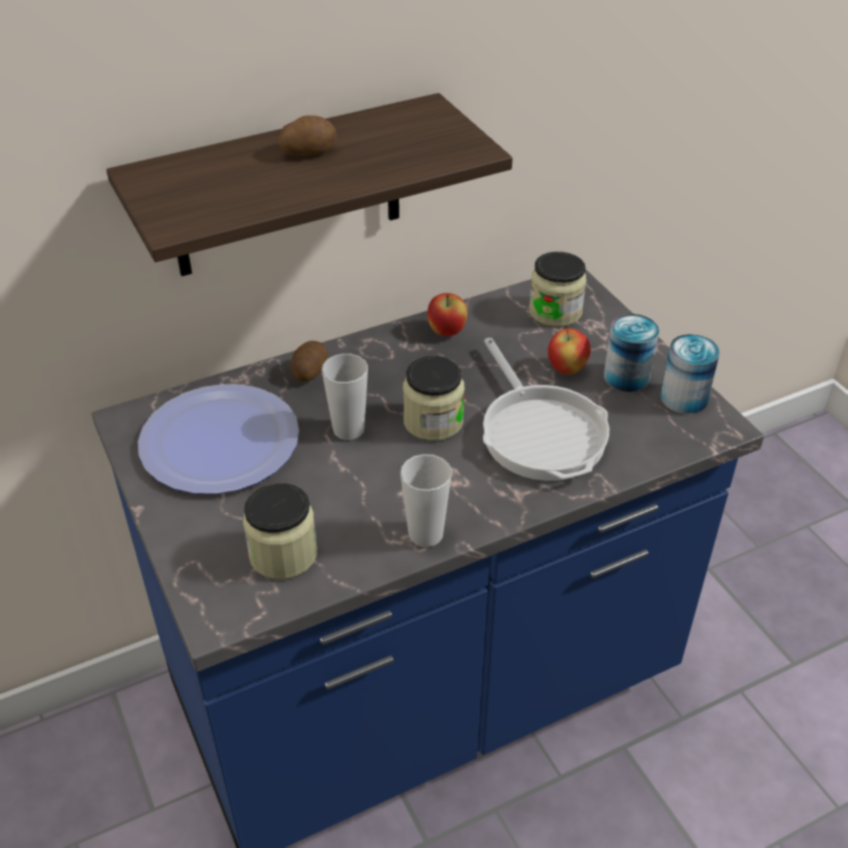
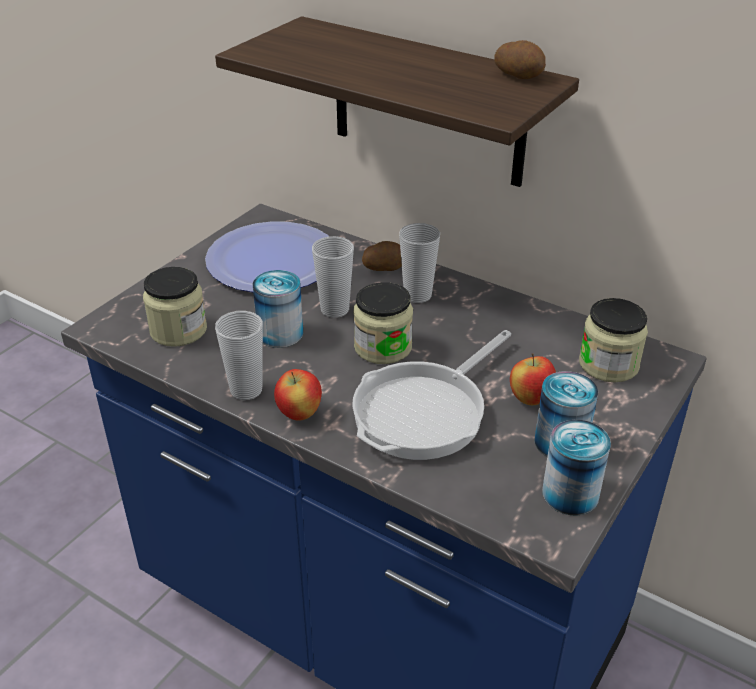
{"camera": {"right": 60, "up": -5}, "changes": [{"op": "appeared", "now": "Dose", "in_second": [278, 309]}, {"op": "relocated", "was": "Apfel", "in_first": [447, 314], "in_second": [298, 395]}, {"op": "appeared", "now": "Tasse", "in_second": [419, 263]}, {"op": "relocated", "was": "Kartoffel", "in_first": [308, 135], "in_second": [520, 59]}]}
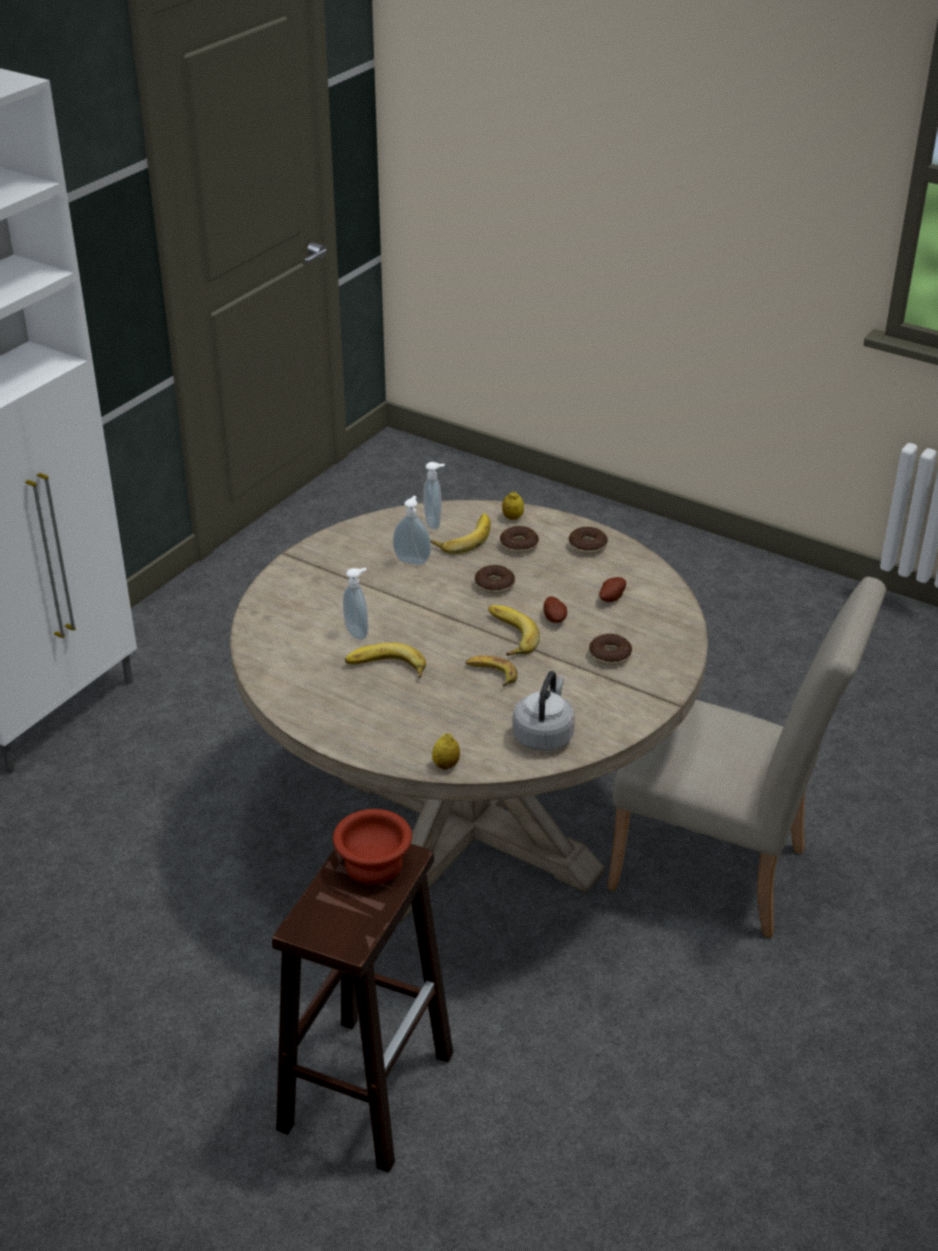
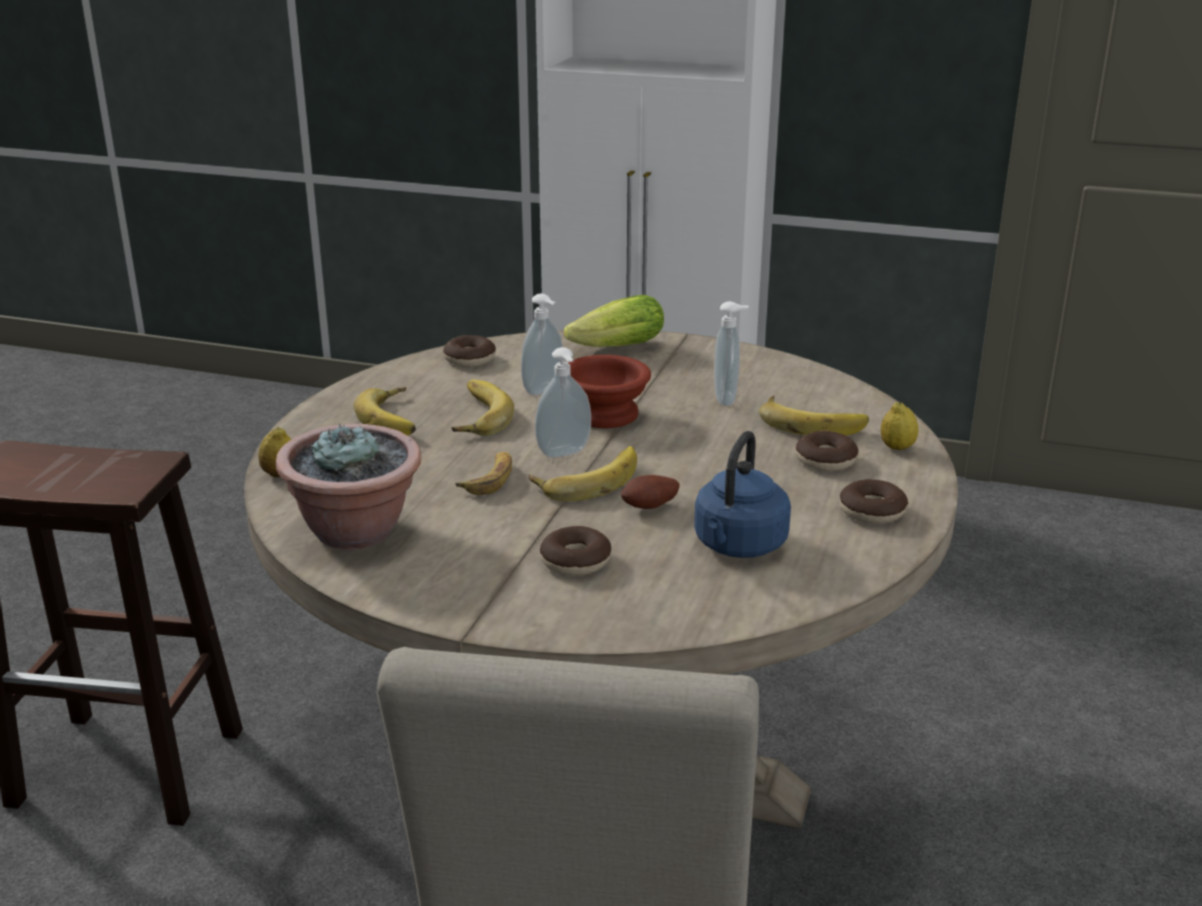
{"camera": {"right": 75, "up": -10}, "changes": [{"op": "exchanged", "was": "Wasserkessel/grau", "now": "Topfpflanze", "in_first": [544, 711], "in_second": [348, 487]}, {"op": "appeared", "now": "Banane", "in_second": [384, 411]}, {"op": "relocated", "was": "Donut", "in_first": [495, 579], "in_second": [469, 351]}, {"op": "relocated", "was": "Seifenspender", "in_first": [434, 496], "in_second": [563, 402]}, {"op": "appeared", "now": "Salatkopf", "in_second": [614, 321]}, {"op": "relocated", "was": "Schüssel/braun", "in_first": [372, 846], "in_second": [609, 391]}, {"op": "exchanged", "was": "Kartoffel", "now": "Wasserkessel/blau", "in_first": [612, 589], "in_second": [742, 494]}]}
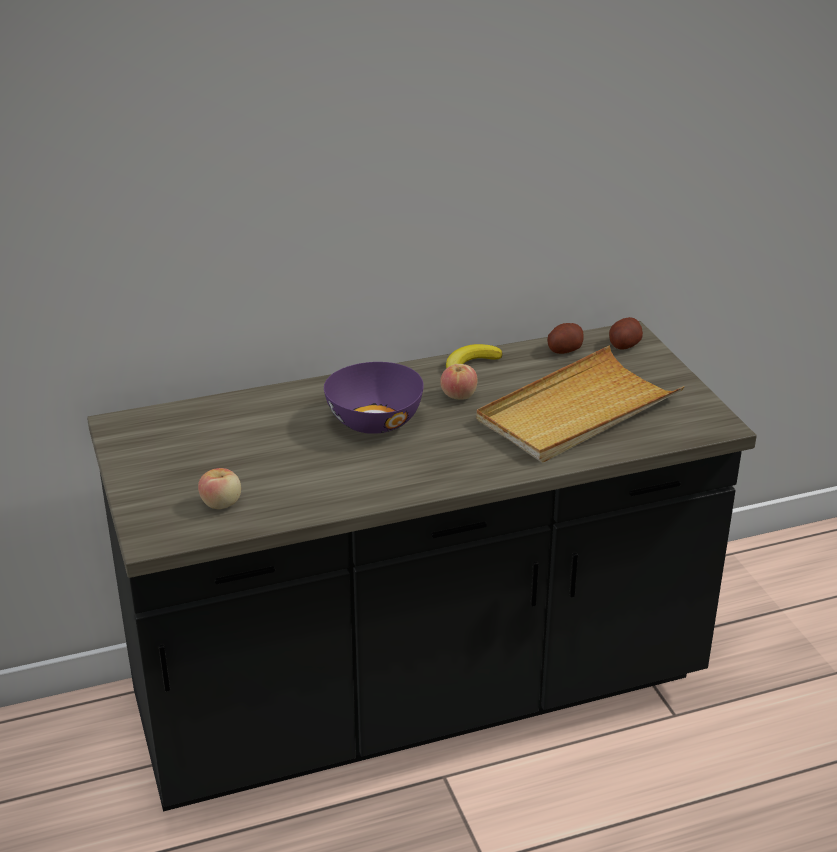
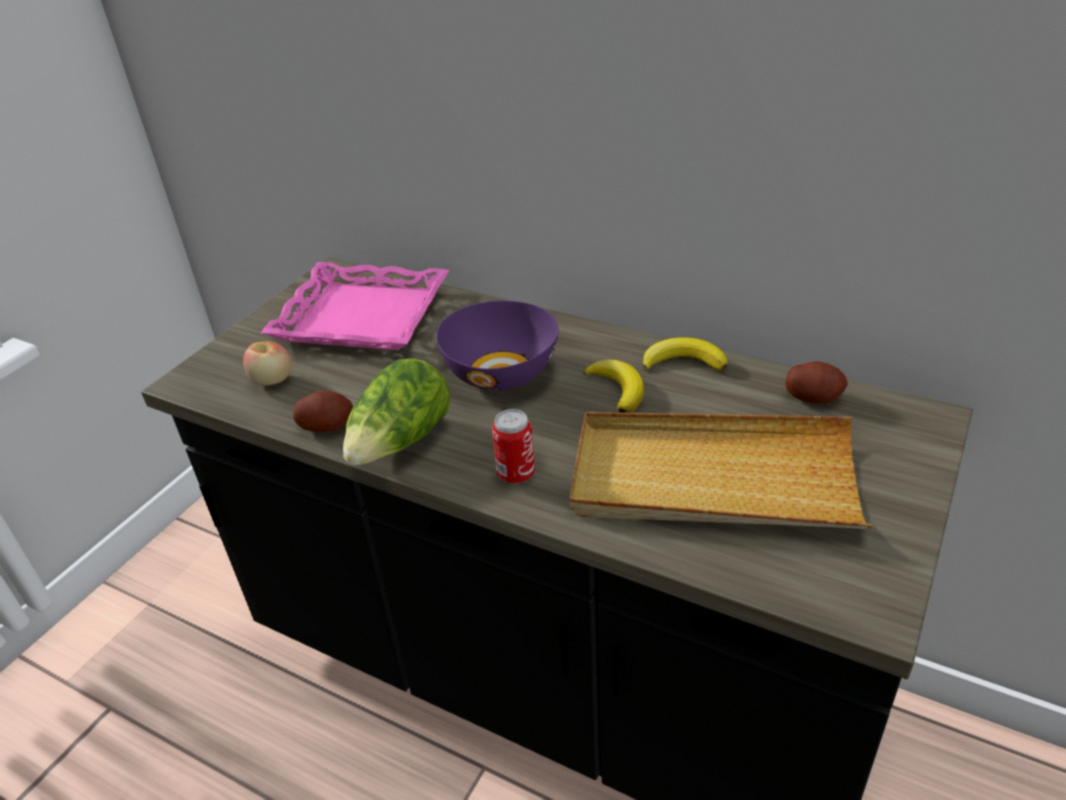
{"camera": {"right": 50, "up": 5}, "changes": [{"op": "appeared", "now": "Tablett/rosa", "in_second": [355, 306]}, {"op": "relocated", "was": "Kartoffel", "in_first": [626, 333], "in_second": [323, 411]}, {"op": "appeared", "now": "Salatkopf", "in_second": [396, 411]}, {"op": "appeared", "now": "Dose", "in_second": [513, 446]}, {"op": "exchanged", "was": "Apfel", "now": "Banane", "in_first": [459, 382], "in_second": [614, 386]}]}
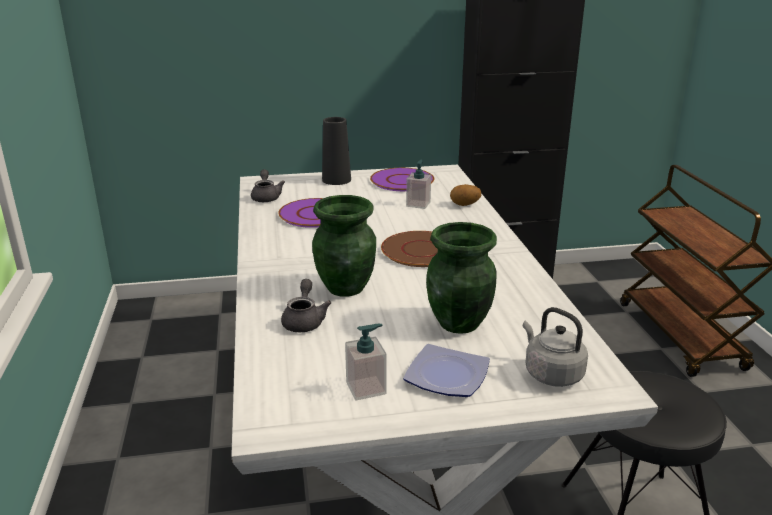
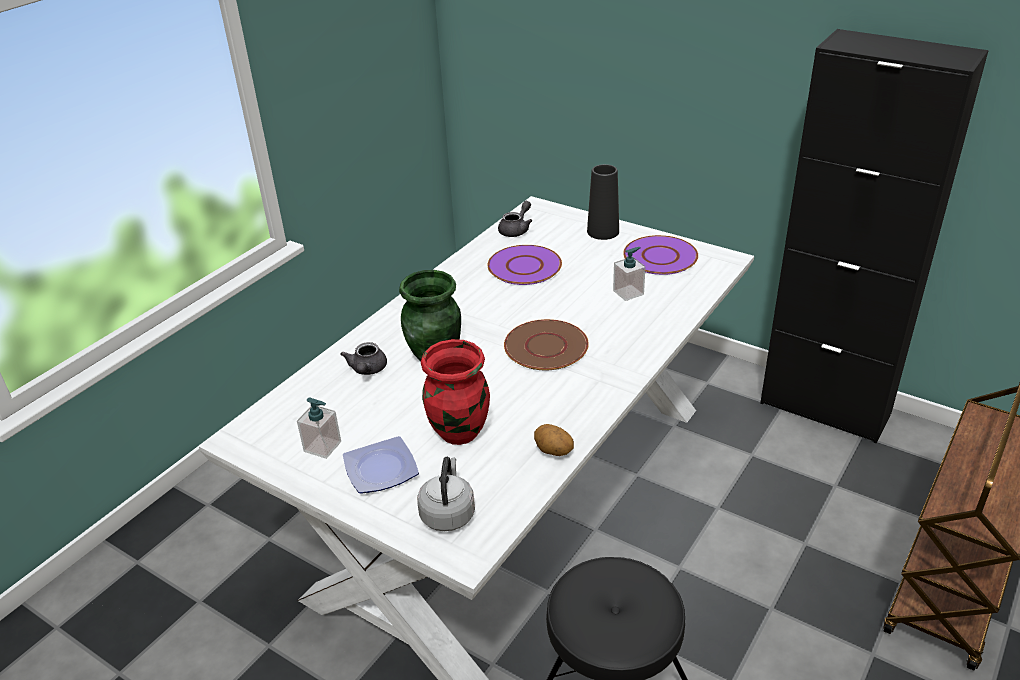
{"camera": {"right": 45, "up": 10}, "changes": [{"op": "spun", "was": "Teekanne/grau", "in_first": [306, 305], "in_second": [363, 358], "clockwise": 135}, {"op": "colour", "was": "Vase/grün", "now": "Vase/rot", "in_first": [461, 278], "in_second": [455, 392]}, {"op": "relocated", "was": "Kartoffel", "in_first": [465, 195], "in_second": [554, 440]}]}
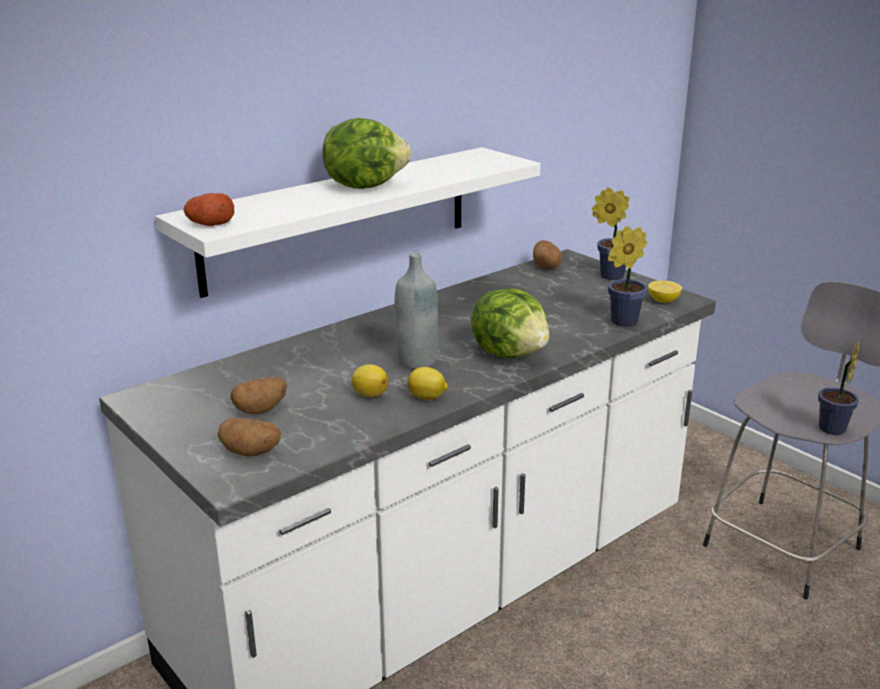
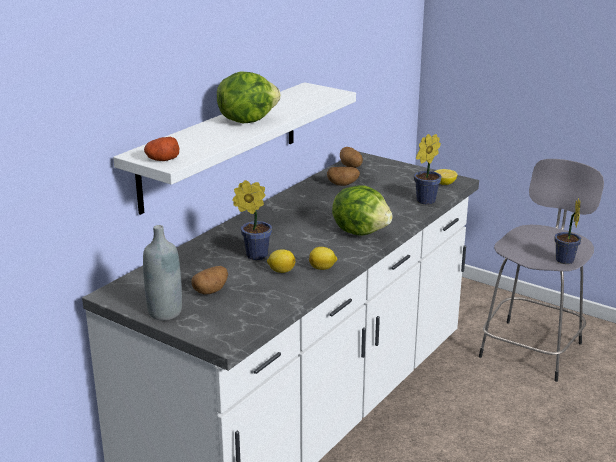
{"camera": {"right": -15, "up": 0}, "changes": [{"op": "relocated", "was": "Flasche/grau", "in_first": [416, 311], "in_second": [162, 273]}, {"op": "relocated", "was": "Topfpflanze", "in_first": [610, 233], "in_second": [252, 220]}, {"op": "relocated", "was": "Kartoffel", "in_first": [249, 437], "in_second": [343, 176]}]}
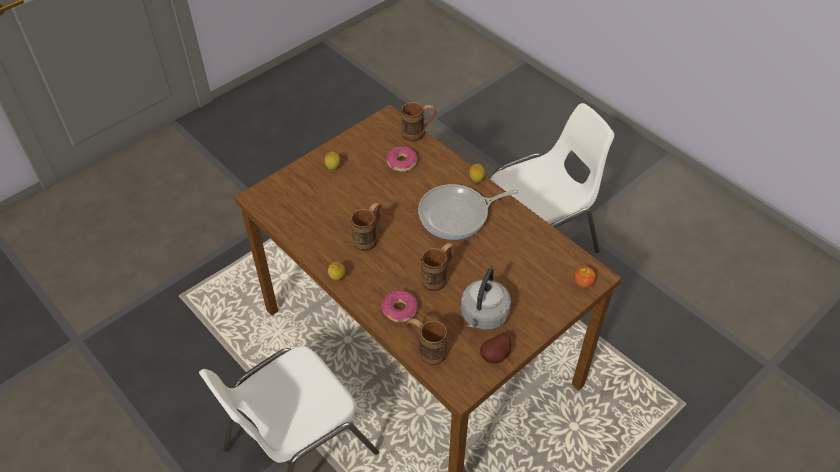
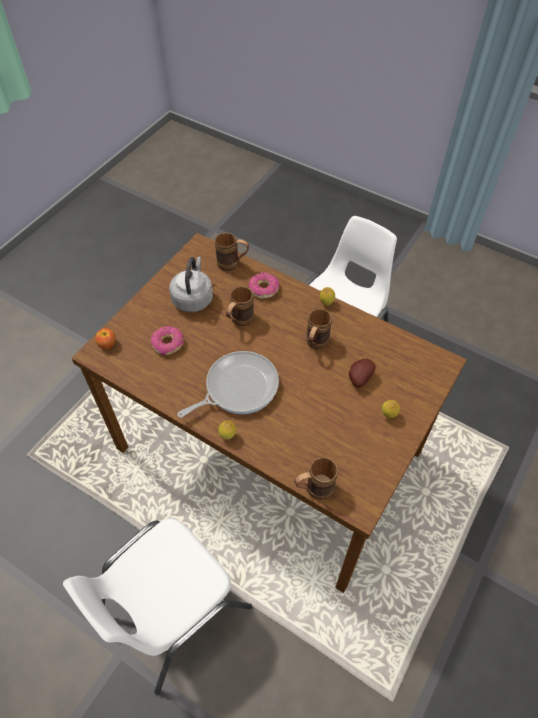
{"camera": {"right": 165, "up": 5}, "changes": [{"op": "relocated", "was": "Donut", "in_first": [402, 159], "in_second": [167, 340]}, {"op": "relocated", "was": "Kartoffel", "in_first": [495, 348], "in_second": [362, 373]}]}
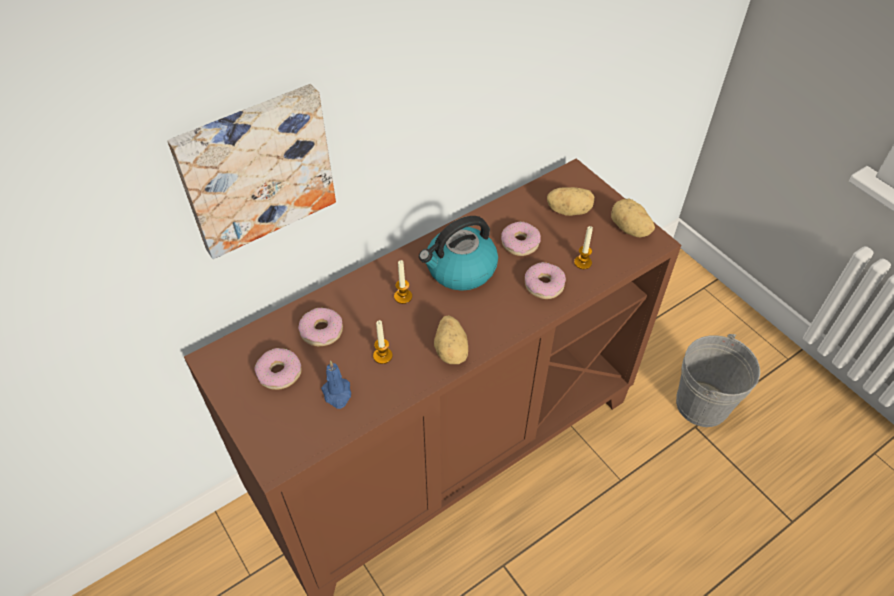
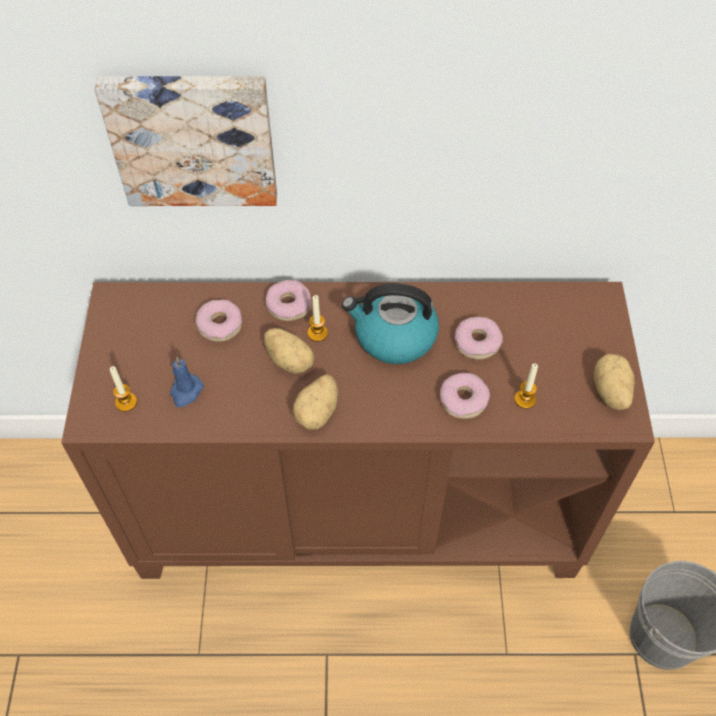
{"camera": {"right": 35, "up": 5}, "changes": [{"op": "relocated", "was": "Kerze", "in_first": [383, 342], "in_second": [123, 389]}, {"op": "relocated", "was": "Kartoffel", "in_first": [571, 201], "in_second": [289, 351]}, {"op": "relocated", "was": "Donut", "in_first": [278, 369], "in_second": [288, 300]}]}
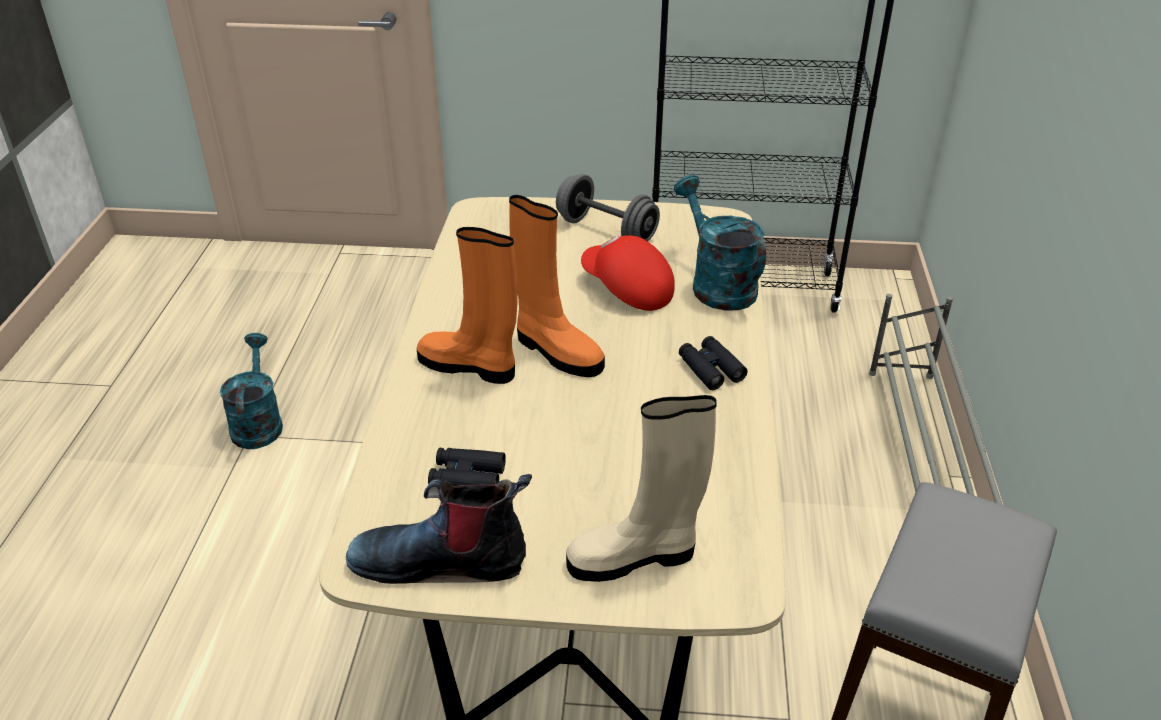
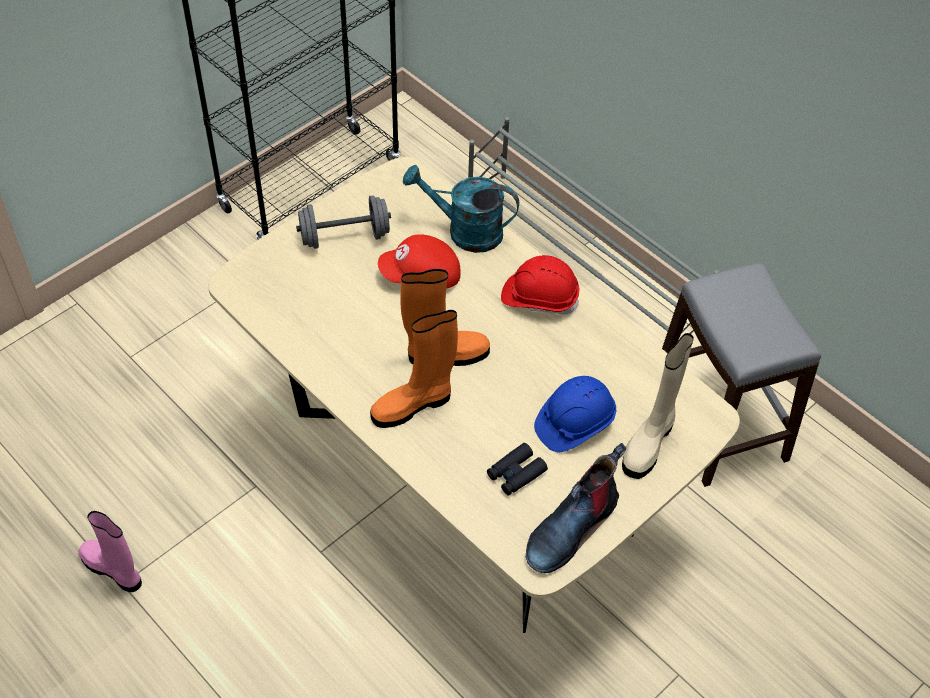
{"camera": {"right": -50, "up": 15}, "changes": [{"op": "exchanged", "was": "Gießkanne/türkis", "now": "Stiefel/rosa", "in_first": [251, 391], "in_second": [110, 551]}, {"op": "exchanged", "was": "Fernglas/schwarz", "now": "Schutzhelm/rot", "in_first": [713, 363], "in_second": [540, 285]}, {"op": "appeared", "now": "Schutzhelm/blau", "in_second": [575, 414]}]}
